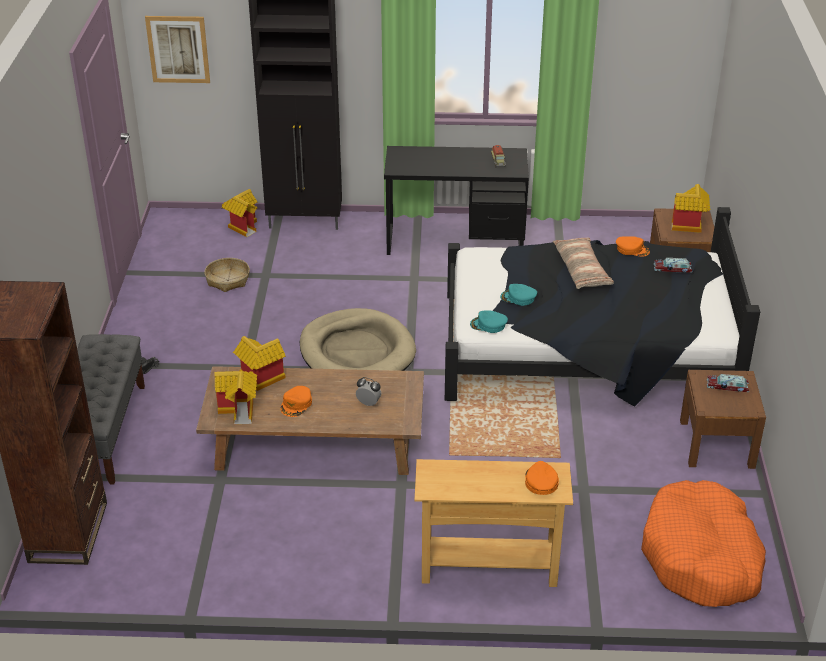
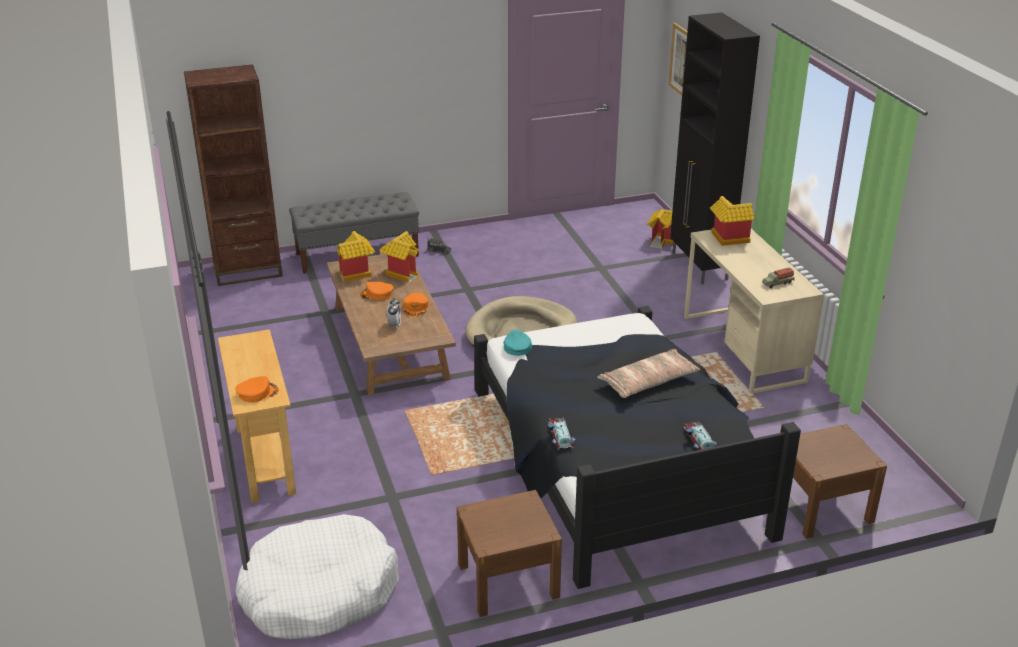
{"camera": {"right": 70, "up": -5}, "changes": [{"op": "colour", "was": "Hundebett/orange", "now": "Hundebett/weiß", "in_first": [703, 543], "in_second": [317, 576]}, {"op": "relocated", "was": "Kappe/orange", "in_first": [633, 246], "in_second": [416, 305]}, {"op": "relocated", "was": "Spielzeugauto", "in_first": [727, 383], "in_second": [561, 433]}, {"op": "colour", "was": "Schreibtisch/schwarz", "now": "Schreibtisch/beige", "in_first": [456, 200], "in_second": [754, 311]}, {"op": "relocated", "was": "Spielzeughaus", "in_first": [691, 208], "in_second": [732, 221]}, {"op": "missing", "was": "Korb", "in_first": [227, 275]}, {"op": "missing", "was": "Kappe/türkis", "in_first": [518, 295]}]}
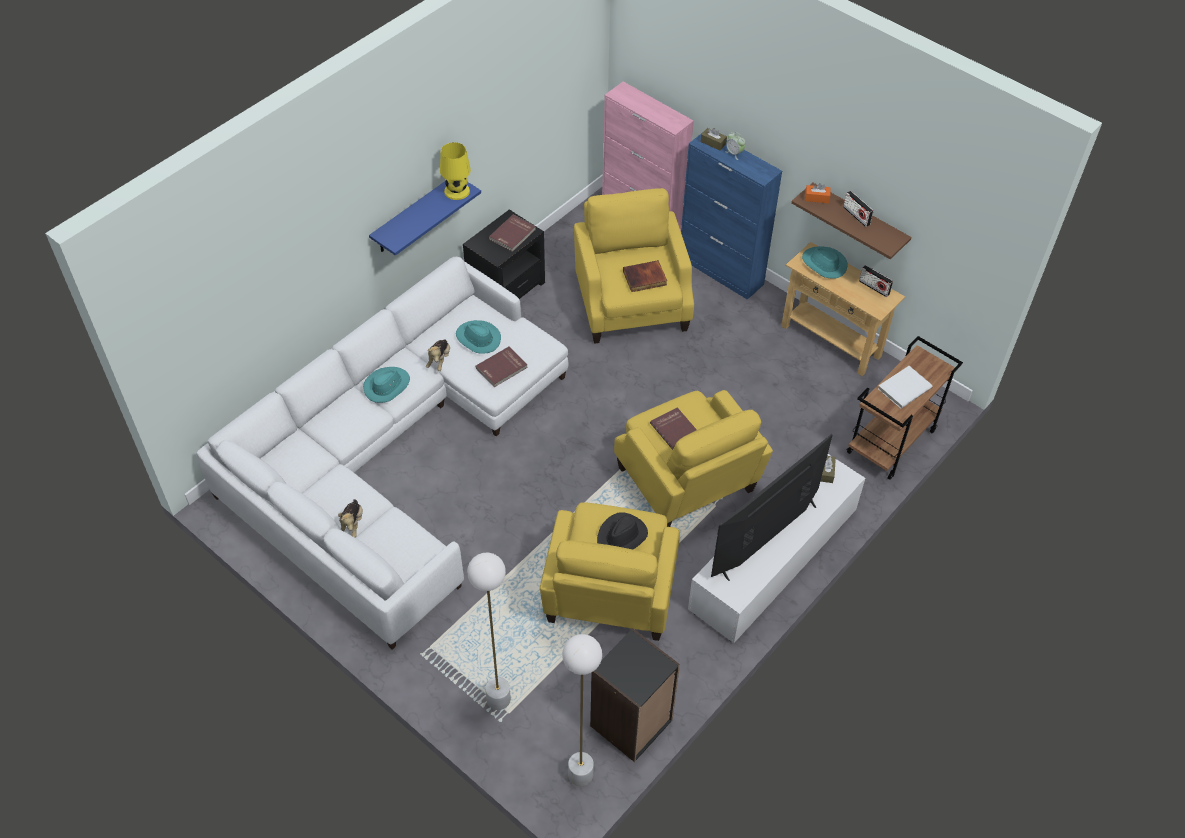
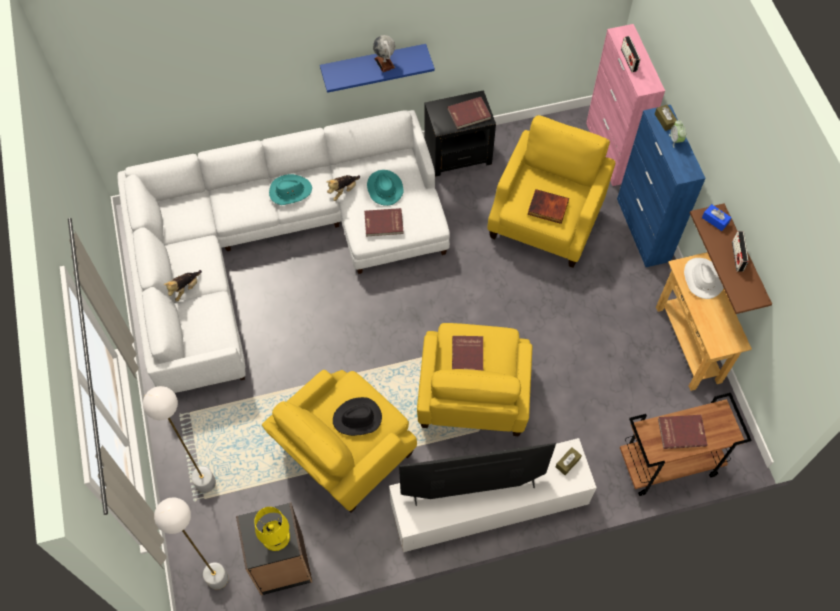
{"camera": {"right": 35, "up": 10}, "changes": [{"op": "relocated", "was": "Tischlampe/gelb", "in_first": [455, 171], "in_second": [272, 529]}, {"op": "appeared", "now": "Globus", "in_second": [384, 53]}, {"op": "relocated", "was": "Radio", "in_first": [876, 281], "in_second": [630, 54]}, {"op": "colour", "was": "Buch/weiß", "now": "Buch/rot", "in_first": [905, 387], "in_second": [682, 432]}, {"op": "colour", "was": "Hut/türkis", "now": "Hut/weiß", "in_first": [824, 262], "in_second": [704, 278]}, {"op": "colour", "was": "Taschentuchbox/orange", "now": "Taschentuchbox/blau", "in_first": [818, 193], "in_second": [717, 217]}]}
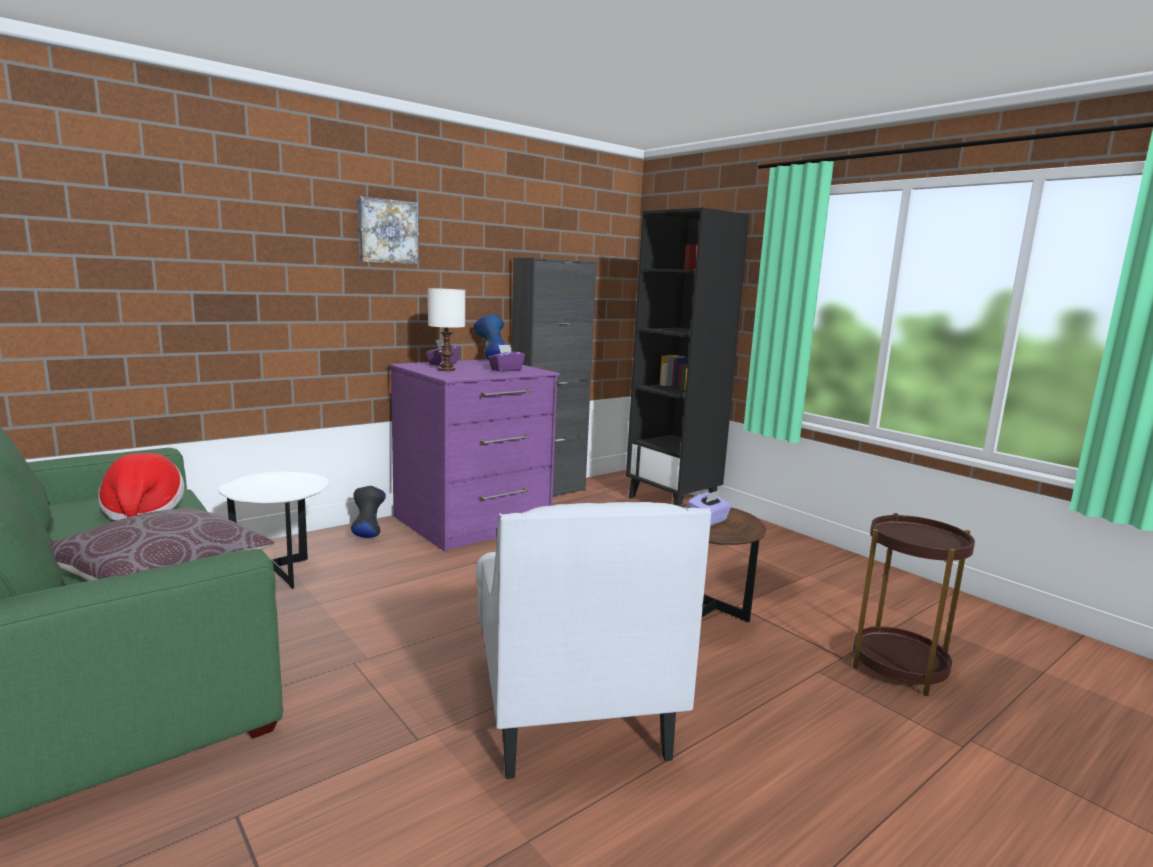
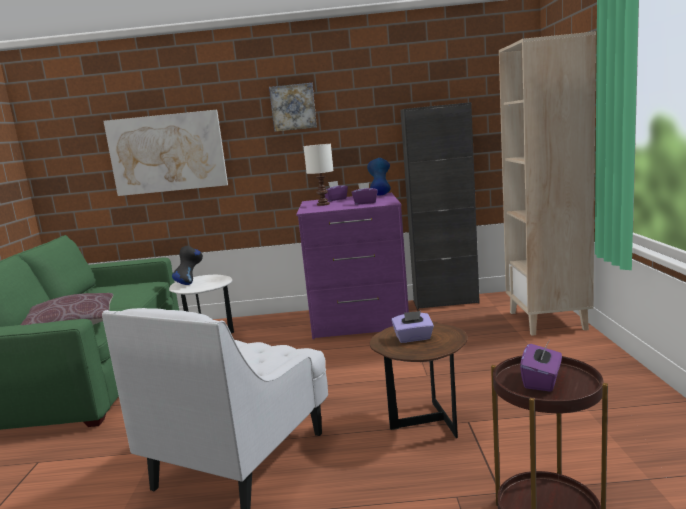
{"camera": {"right": 40, "up": 0}, "changes": [{"op": "appeared", "now": "Bild", "in_second": [166, 153]}, {"op": "relocated", "was": "Vase/schwarz", "in_first": [368, 512], "in_second": [187, 265]}, {"op": "colour", "was": "Bücherregal/schwarz", "now": "Bücherregal/beige", "in_first": [687, 356], "in_second": [547, 183]}, {"op": "appeared", "now": "Taschentuchbox/lila", "in_second": [541, 366]}, {"op": "missing", "was": "Hut", "in_first": [141, 487]}]}
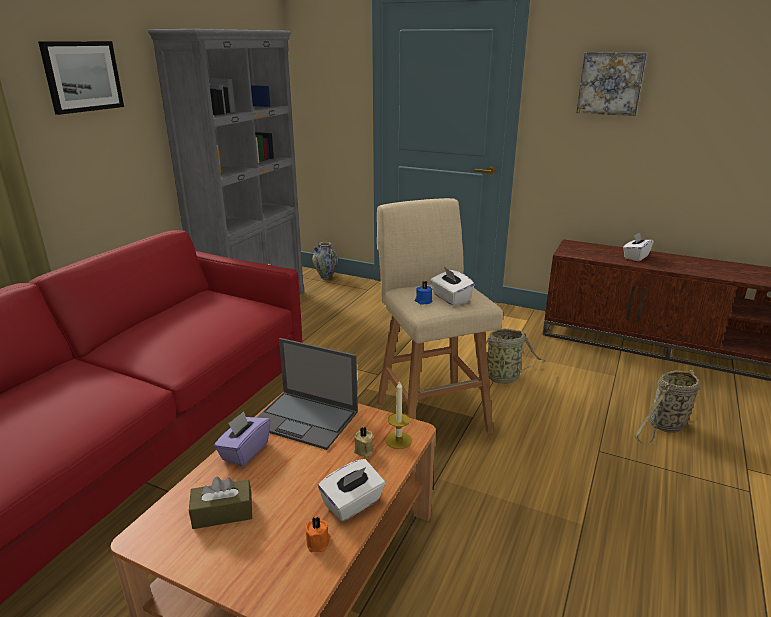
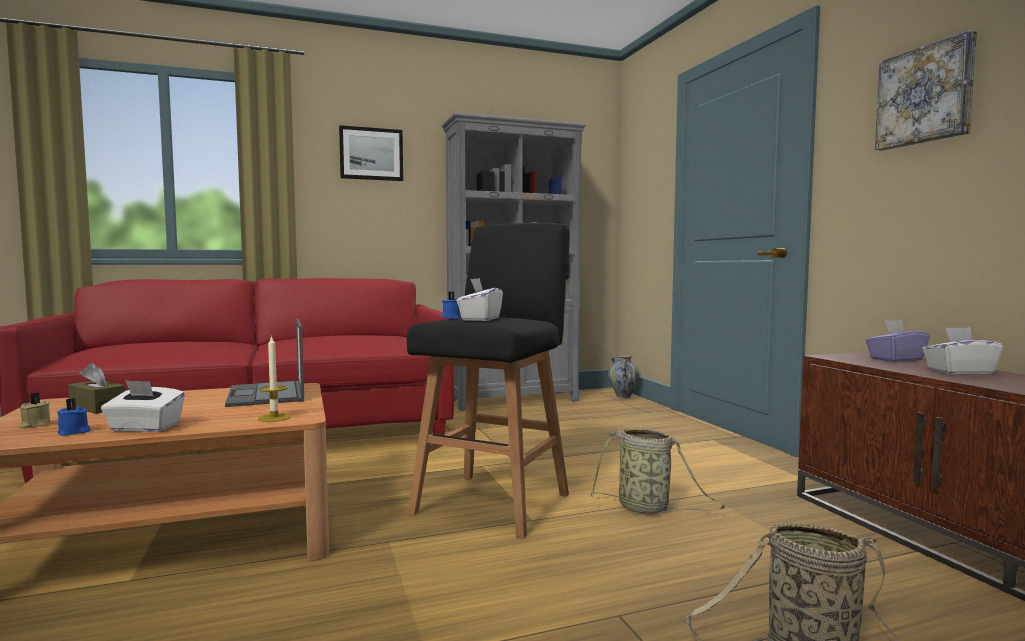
{"camera": {"right": 45, "up": -20}, "changes": [{"op": "relocated", "was": "Kerze/beige", "in_first": [364, 442], "in_second": [34, 410]}, {"op": "colour", "was": "Kerze/orange", "now": "Kerze/blau", "in_first": [318, 534], "in_second": [74, 417]}, {"op": "colour", "was": "Hocker/beige", "now": "Hocker/schwarz", "in_first": [440, 316], "in_second": [488, 381]}, {"op": "relocated", "was": "Taschentuchbox/lila", "in_first": [242, 438], "in_second": [898, 341]}]}
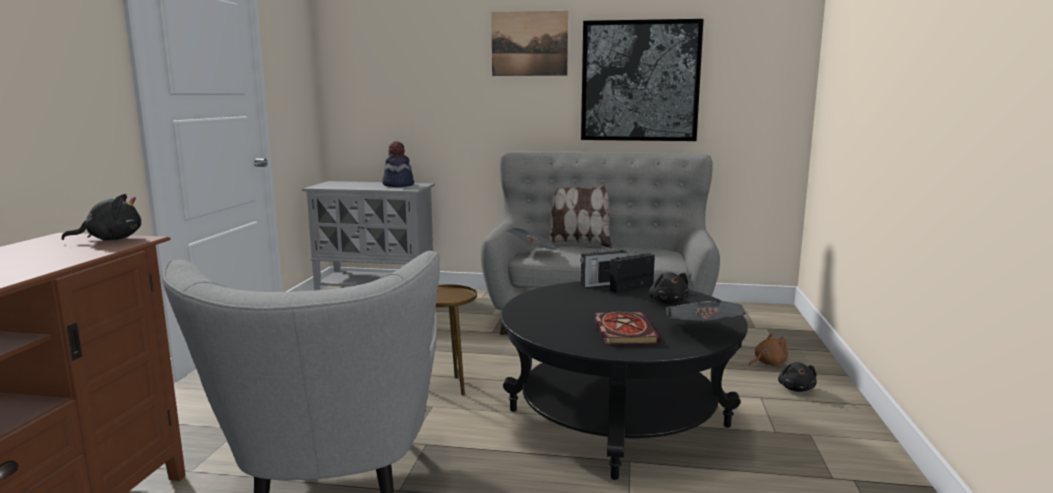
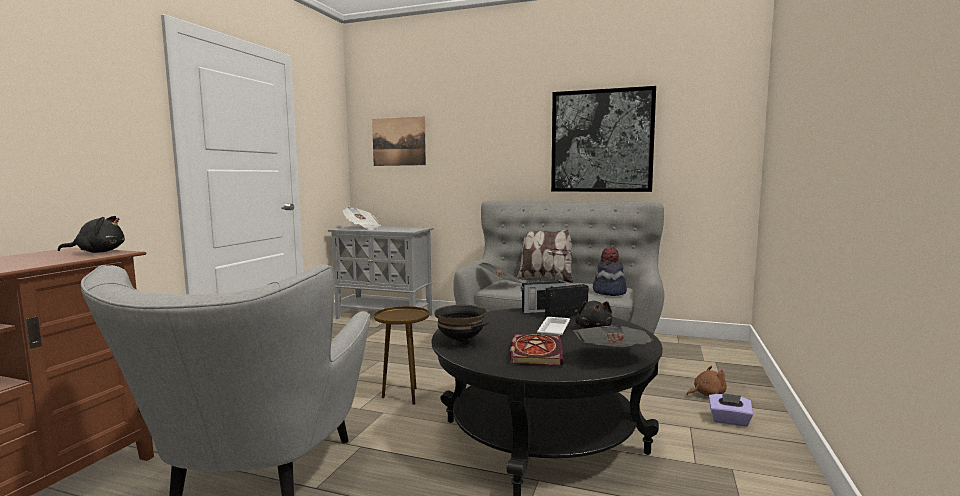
{"camera": {"right": 10, "up": -5}, "changes": [{"op": "appeared", "now": "Zeitung", "in_second": [362, 218]}, {"op": "relocated", "was": "Bild", "in_first": [529, 43], "in_second": [399, 141]}, {"op": "appeared", "now": "Schüssel/schwarz", "in_second": [461, 325]}, {"op": "appeared", "now": "Tablett/weiß", "in_second": [553, 326]}, {"op": "relocated", "was": "Hut", "in_first": [398, 164], "in_second": [610, 271]}, {"op": "exchanged", "was": "Plüschtier/schwarz", "now": "Taschentuchbox/lila", "in_first": [797, 377], "in_second": [731, 410]}]}
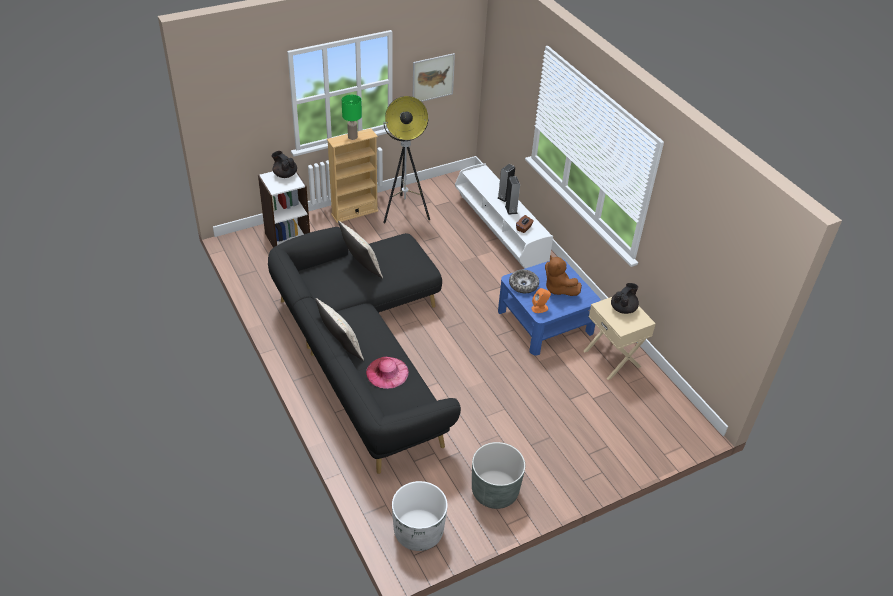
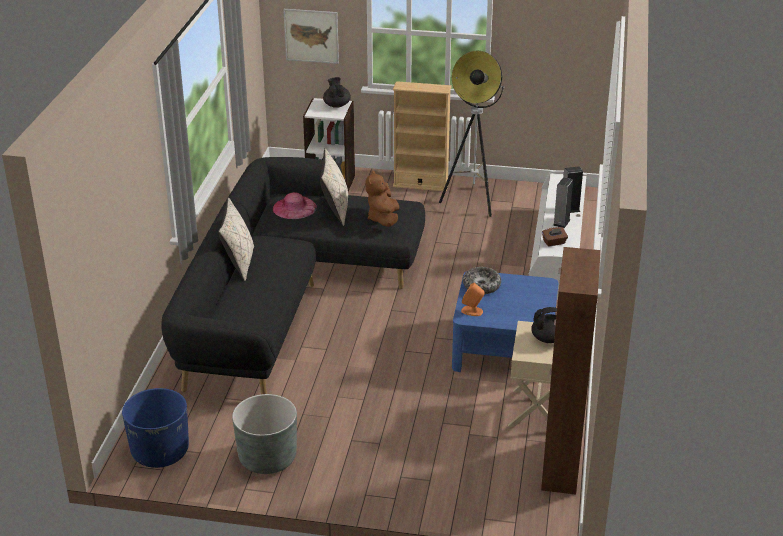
{"camera": {"right": 40, "up": -10}, "changes": [{"op": "colour", "was": "Pflanzkübel/weiß", "now": "Pflanzkübel/blau", "in_first": [420, 516], "in_second": [155, 428]}, {"op": "relocated", "was": "Hut/rosa", "in_first": [387, 373], "in_second": [295, 205]}, {"op": "relocated", "was": "Bild", "in_first": [434, 77], "in_second": [311, 36]}, {"op": "relocated", "was": "Plüschtier/braun", "in_first": [563, 275], "in_second": [382, 198]}, {"op": "appeared", "now": "Schrank/braun", "in_second": [571, 371]}, {"op": "missing", "was": "Tischlampe/grün", "in_first": [352, 117]}]}
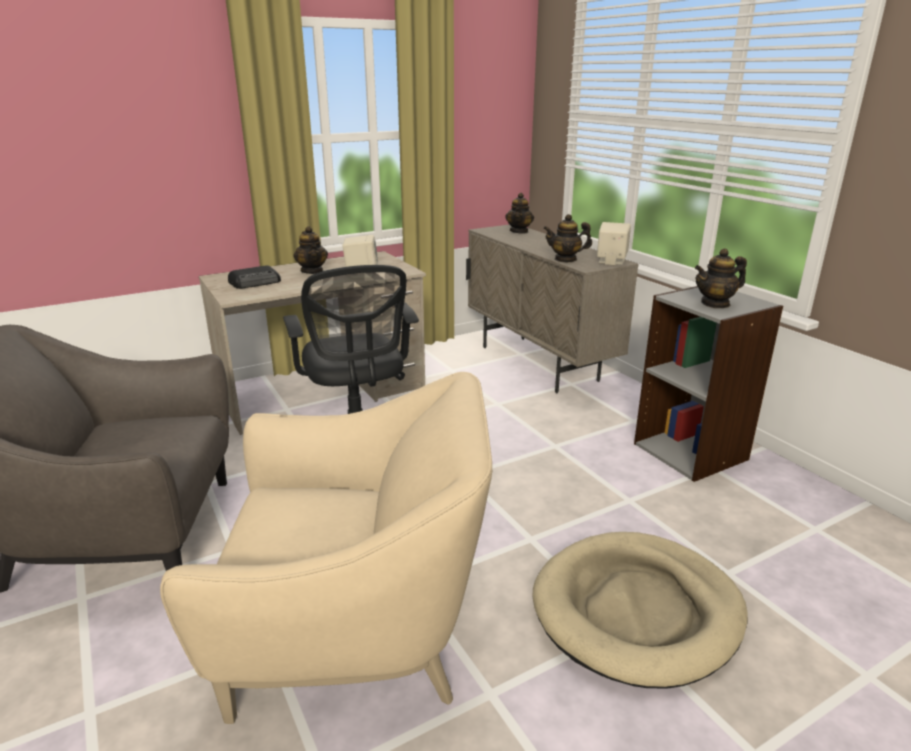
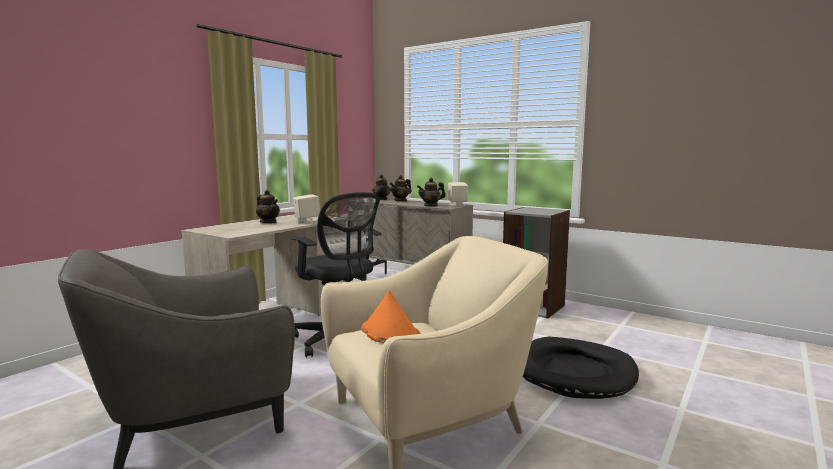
{"camera": {"right": -25, "up": -15}, "changes": [{"op": "appeared", "now": "Hut/orange", "in_second": [391, 317]}, {"op": "relocated", "was": "Teekanne", "in_first": [721, 278], "in_second": [400, 188]}, {"op": "colour", "was": "Hundebett/beige", "now": "Hundebett/schwarz", "in_first": [640, 610], "in_second": [581, 368]}, {"op": "missing", "was": "Radio", "in_first": [254, 277]}]}
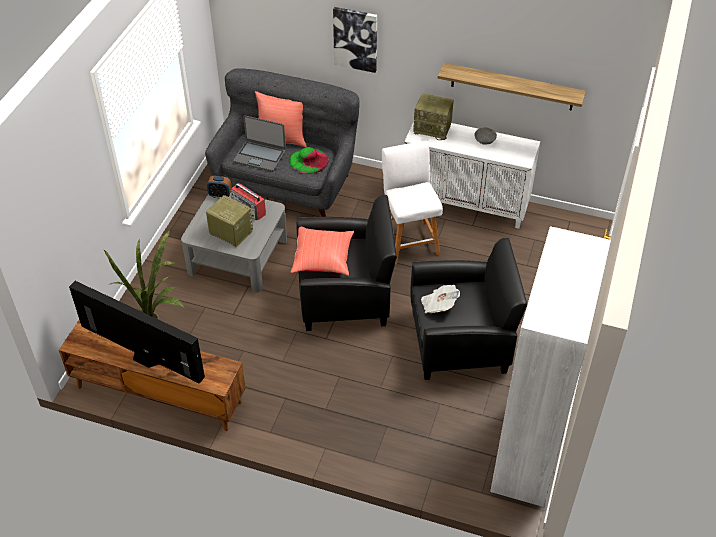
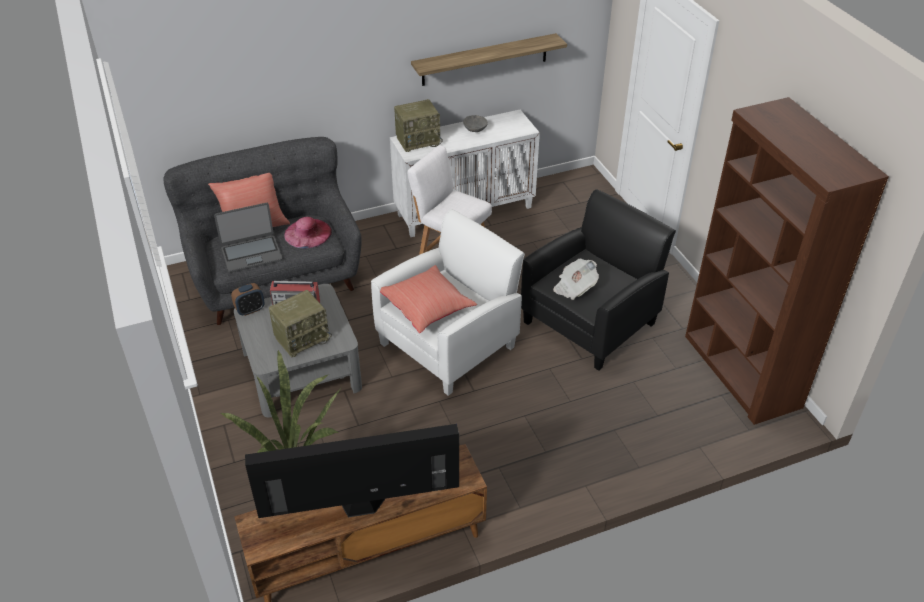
{"camera": {"right": -40, "up": -5}, "changes": [{"op": "spun", "was": "Radio", "in_first": [229, 221], "in_second": [300, 323], "clockwise": 150}, {"op": "colour", "was": "Hut/grün", "now": "Hut/rosa", "in_first": [309, 160], "in_second": [308, 233]}, {"op": "colour", "was": "Sessel/schwarz", "now": "Sessel/weiß", "in_first": [347, 263], "in_second": [448, 302]}, {"op": "colour", "was": "Bücherregal/weiß", "now": "Bücherregal/braun", "in_first": [550, 366], "in_second": [787, 261]}, {"op": "missing", "was": "Bild", "in_first": [355, 40]}]}
